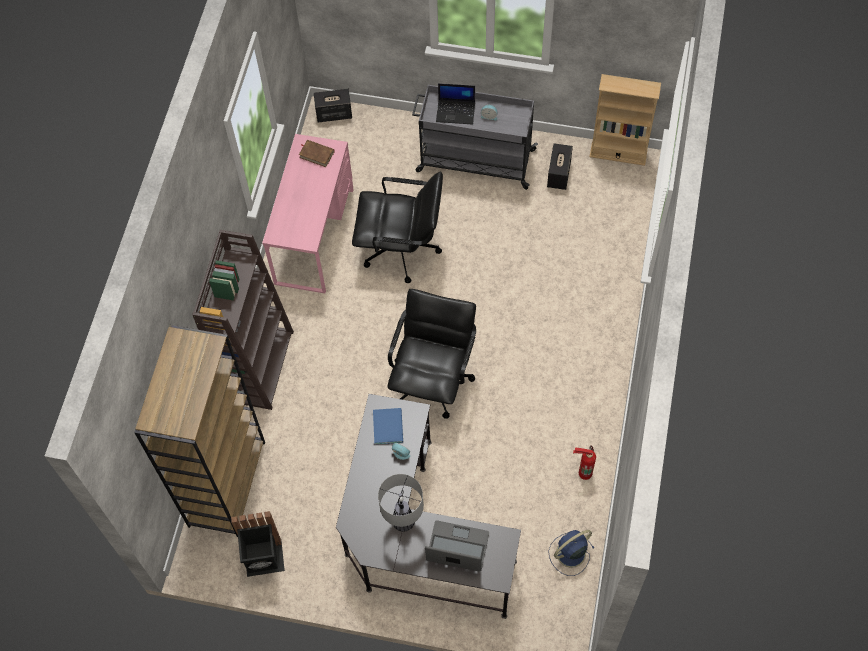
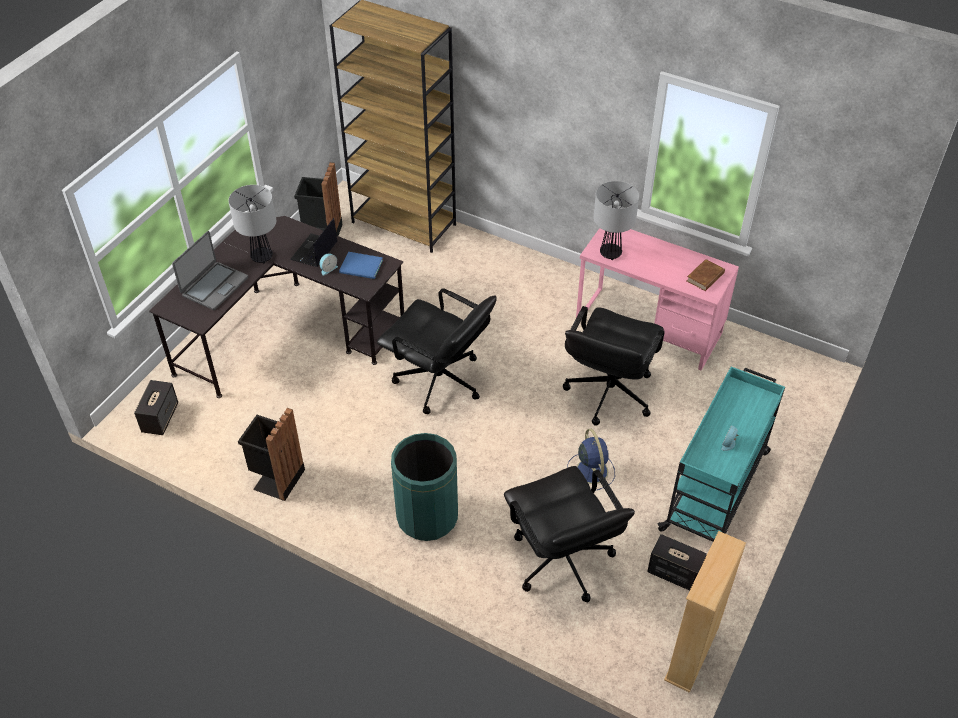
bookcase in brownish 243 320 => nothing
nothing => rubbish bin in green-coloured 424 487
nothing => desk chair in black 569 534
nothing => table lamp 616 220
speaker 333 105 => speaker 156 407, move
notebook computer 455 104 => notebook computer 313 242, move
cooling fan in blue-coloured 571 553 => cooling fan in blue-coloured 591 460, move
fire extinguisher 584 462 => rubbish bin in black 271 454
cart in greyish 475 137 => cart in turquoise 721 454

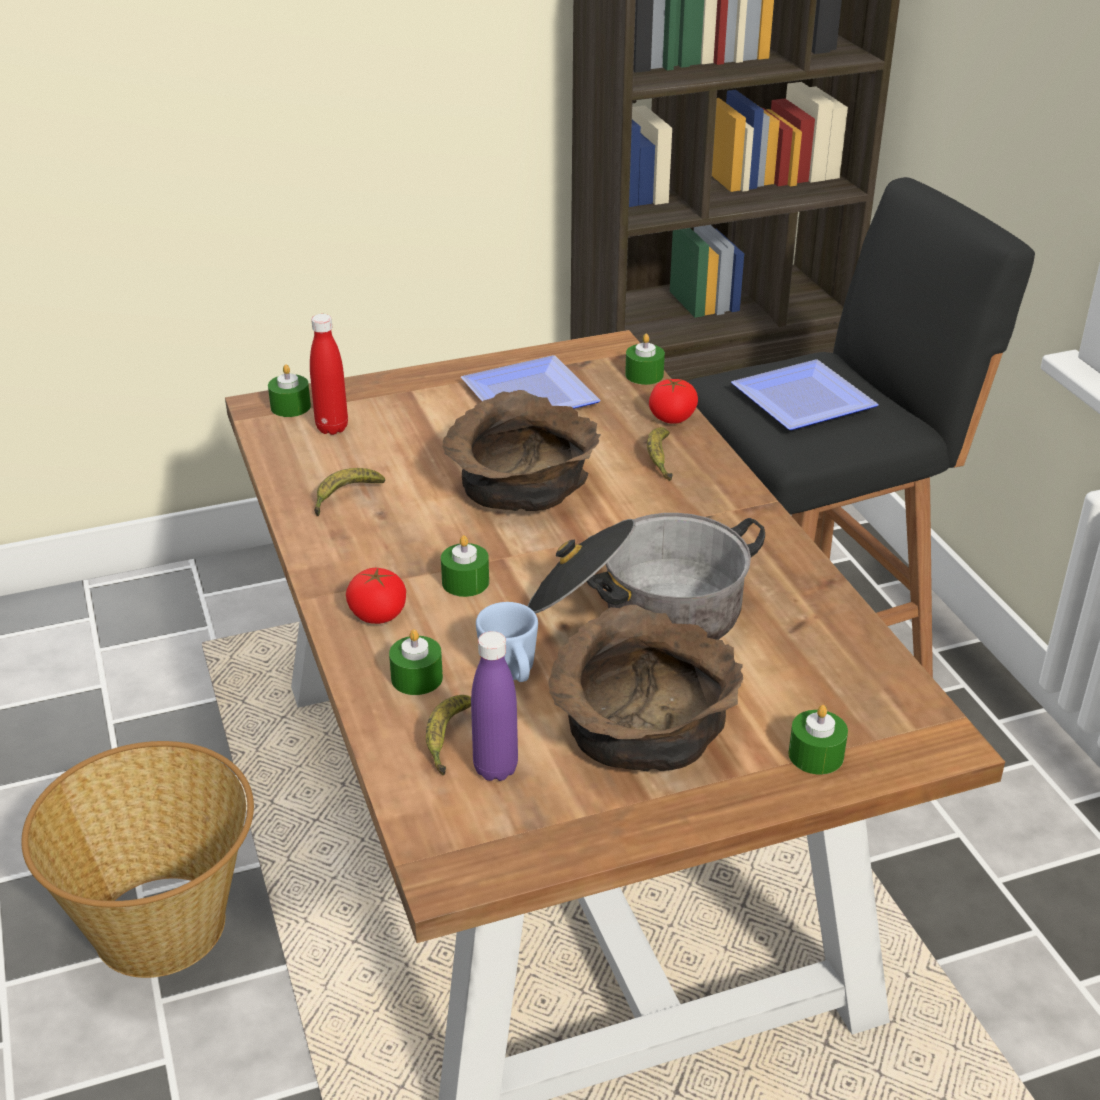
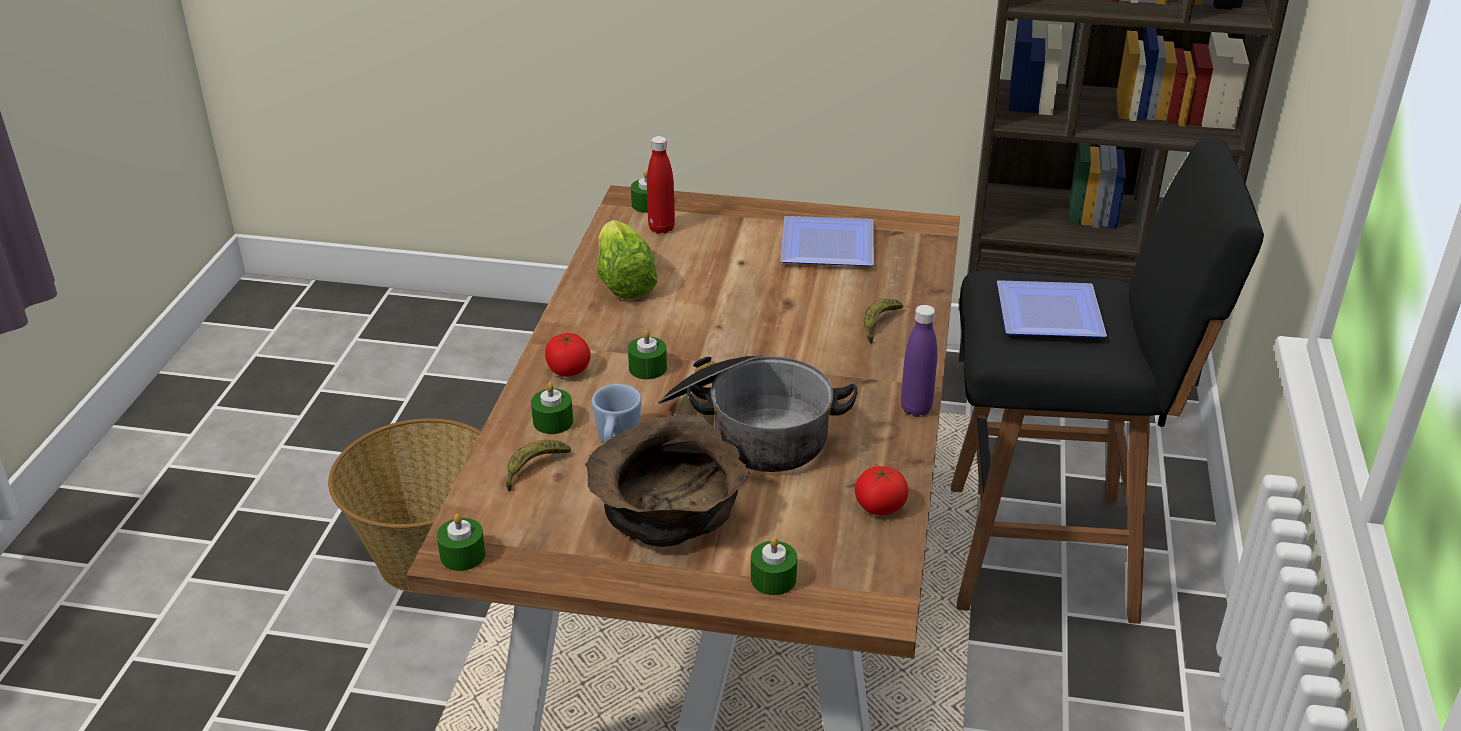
serving bowl in brownish 521 450 => nothing
beverage bottle in purplish 494 706 => beverage bottle in purplish 919 361, move
wax light in green-coloured 645 359 => wax light in green-coloured 461 542, move
whole tomato 673 401 => whole tomato 881 490, move
whole banana 349 492 => lettuce 627 259

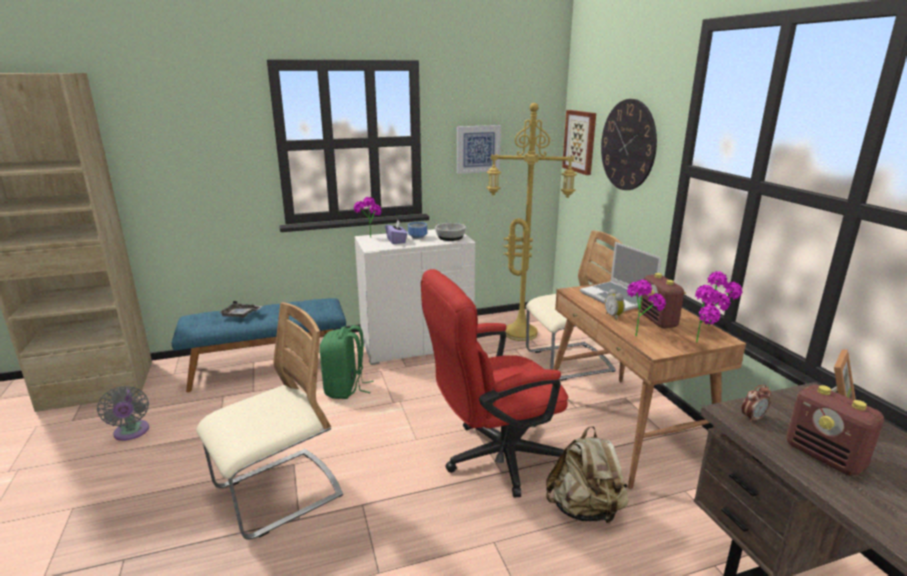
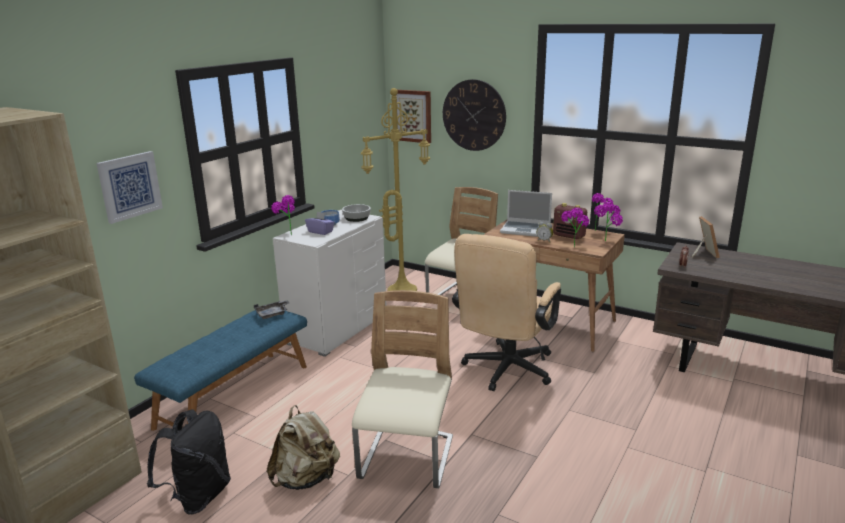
rucksack in green-coloured 347 362 => nothing
radio set 835 430 => nothing
carrying tray in greyish 241 309 => carrying tray in greyish 271 309, move
wall picture 479 149 => wall picture 129 187, move
rucksack in sand-coloured 587 475 => rucksack in sand-coloured 303 447, move
cooling fan in greyish 123 413 => rucksack in black 189 462
desk chair in reddish 494 383 => desk chair in sand-coloured 506 312

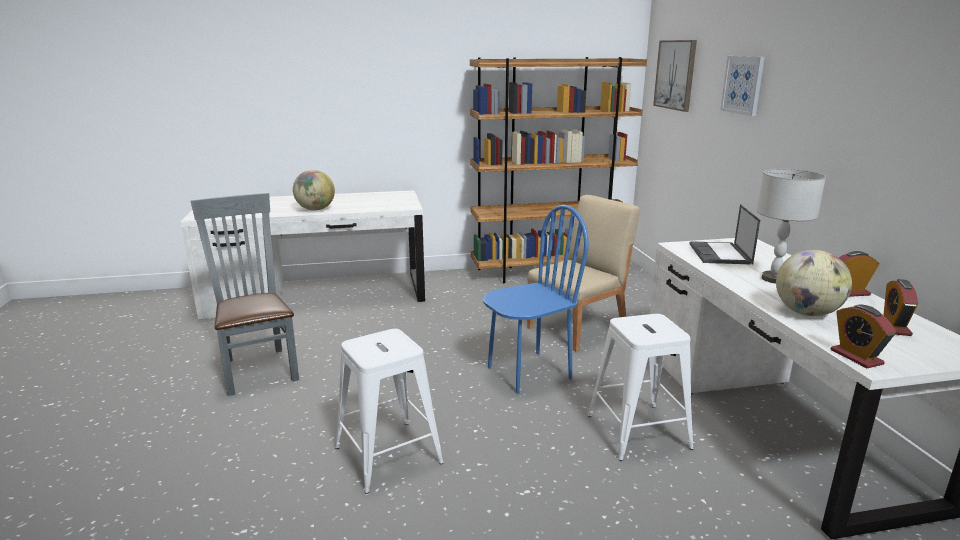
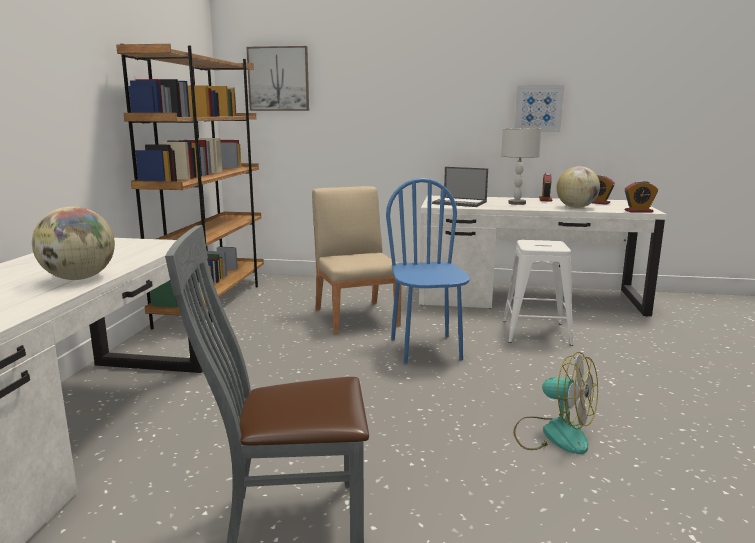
wall picture 742 86 => wall picture 539 108, move
stool seat in white-coloured 389 411 => cooling fan 555 403

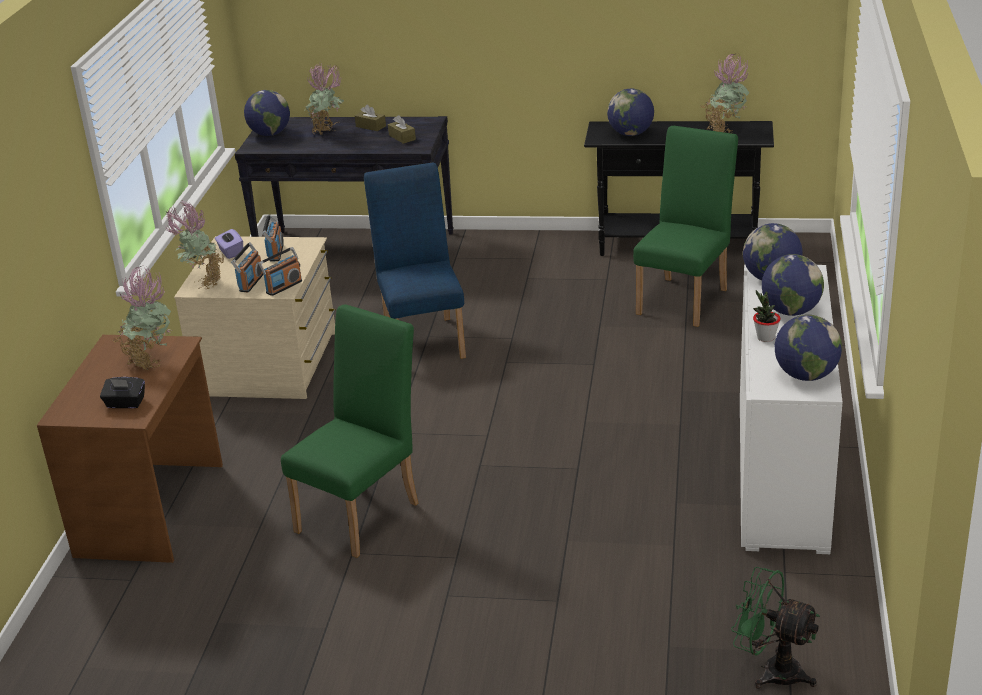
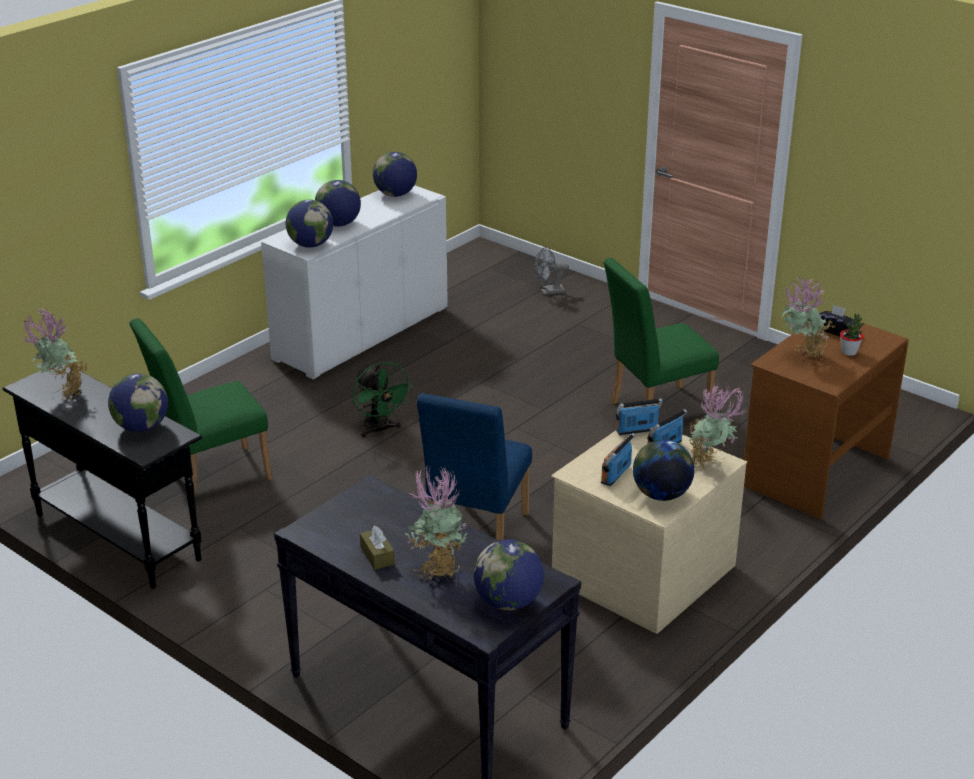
box of tissues in brownish 402 129 => nothing
nothing => cooling fan in greyish 552 271
cooling fan in green-coloured 775 628 => cooling fan in green-coloured 382 400, move
potted plant 767 316 => potted plant 852 334, move
box of tissues in purplish 229 244 => globe 663 470

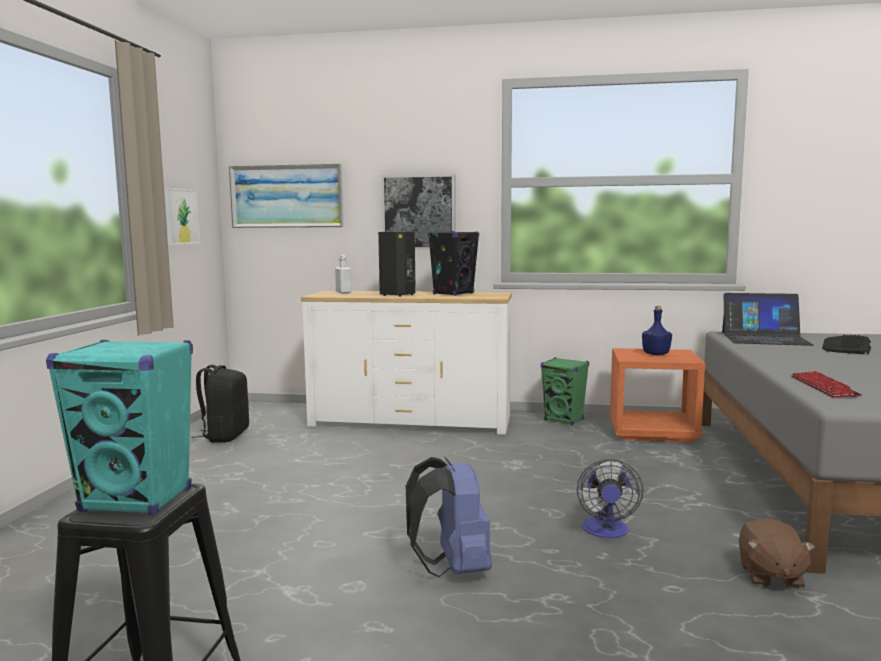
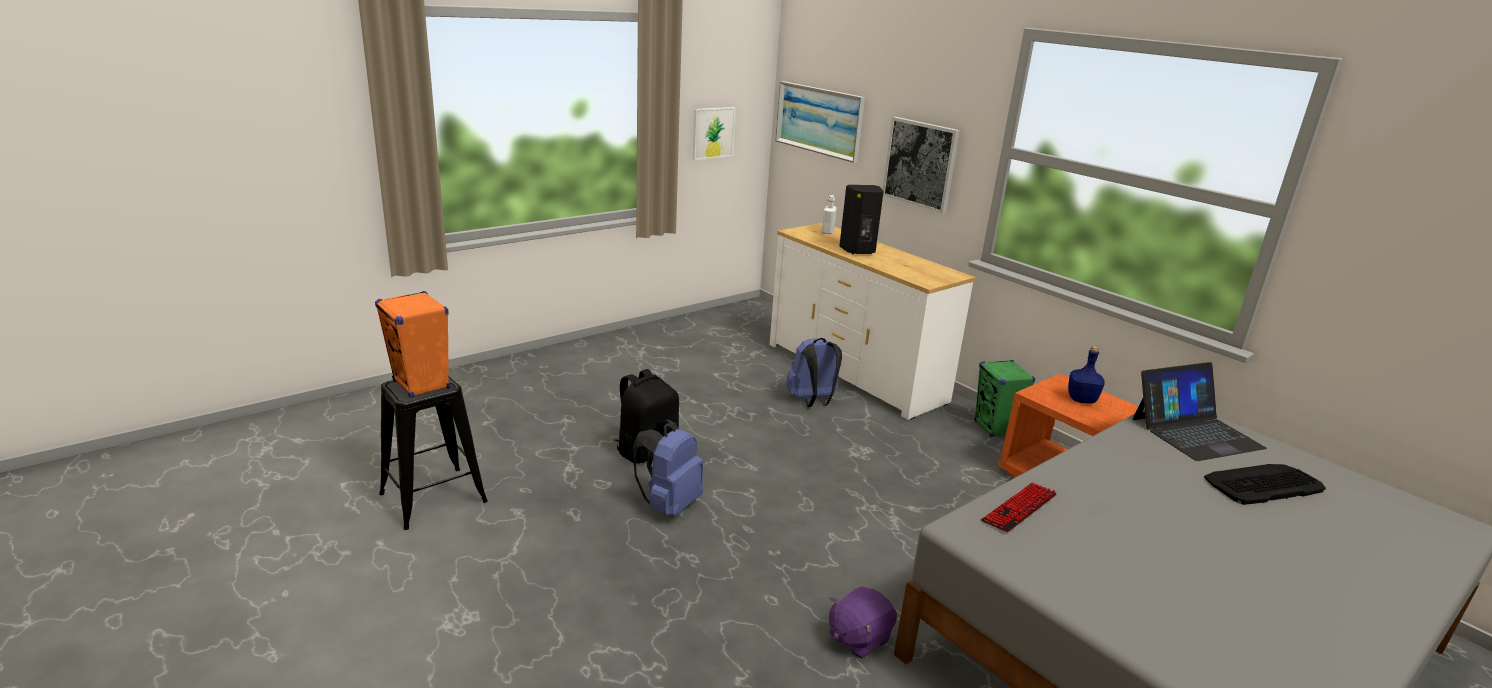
speaker in black 453 263 => nothing
cooling fan 610 498 => nothing
nothing => rucksack in blue-coloured 814 372
rucksack in black 220 404 => rucksack in black 647 416, move
speaker in turquoise 119 428 => speaker in orange 412 344
soft toy in brownish 777 553 => soft toy in purplish 863 622
notebook computer 768 319 => notebook computer 1200 411, 75 degrees counterclockwise

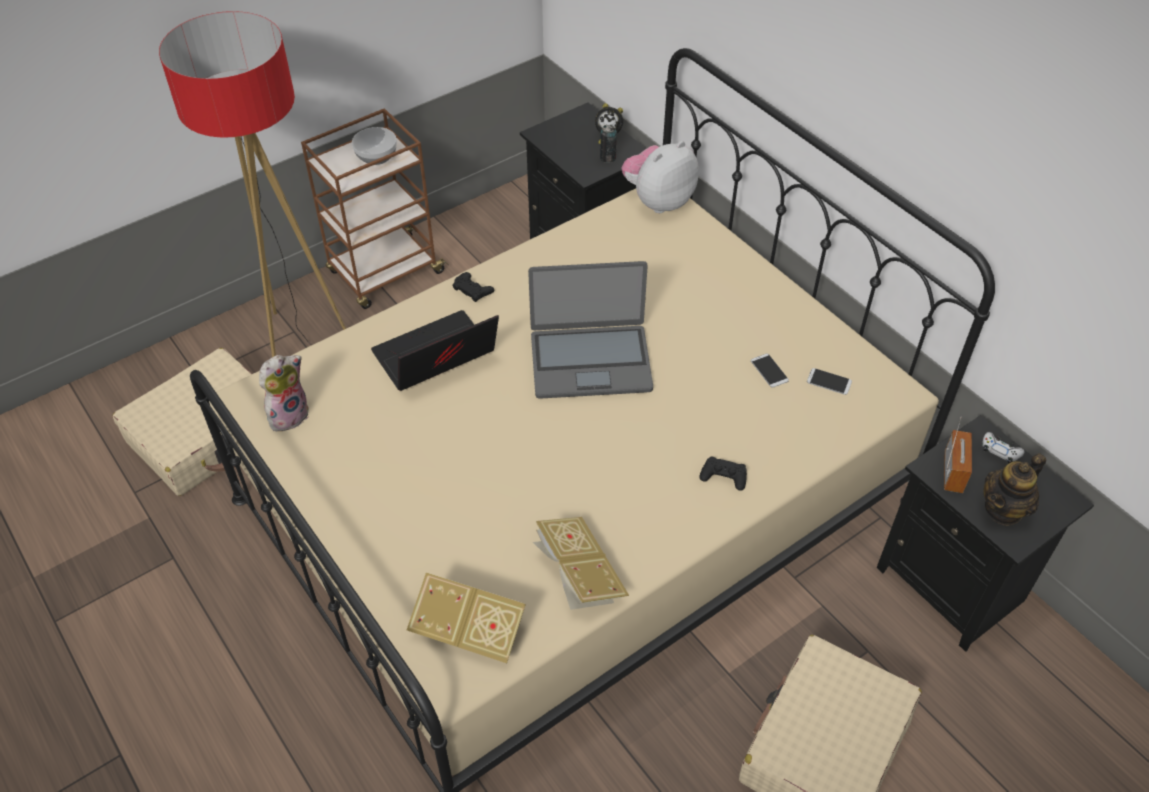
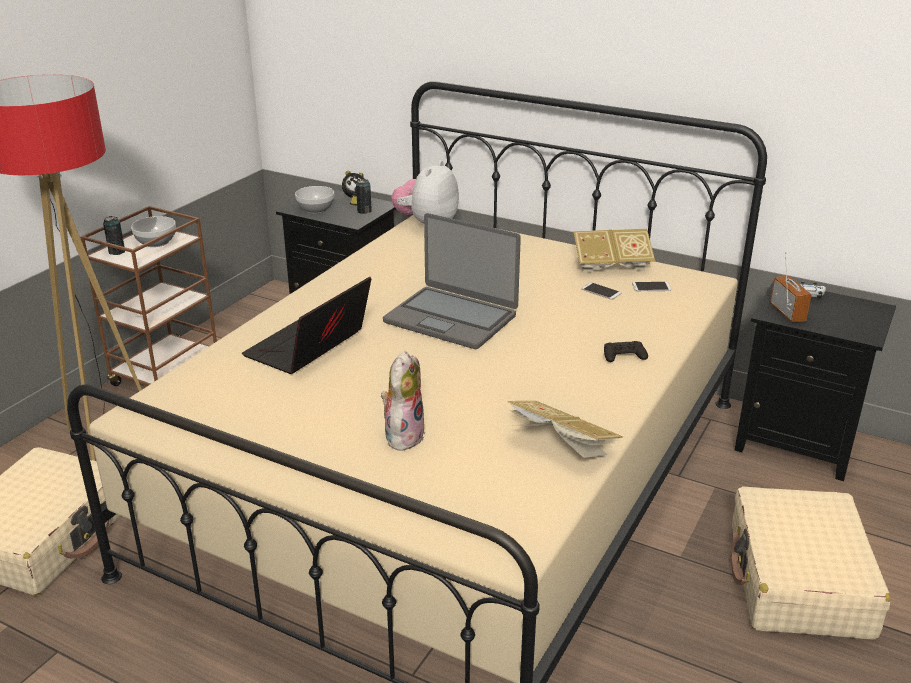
game controller in black 473 287 => nothing
tea pot 1014 489 => nothing
nothing => sealed can 114 235
nothing => serving bowl 314 200
soft toy 284 393 => soft toy 403 401, move
volume 466 617 => volume 614 251, move
notebook computer 590 330 => notebook computer 452 281, 60 degrees clockwise

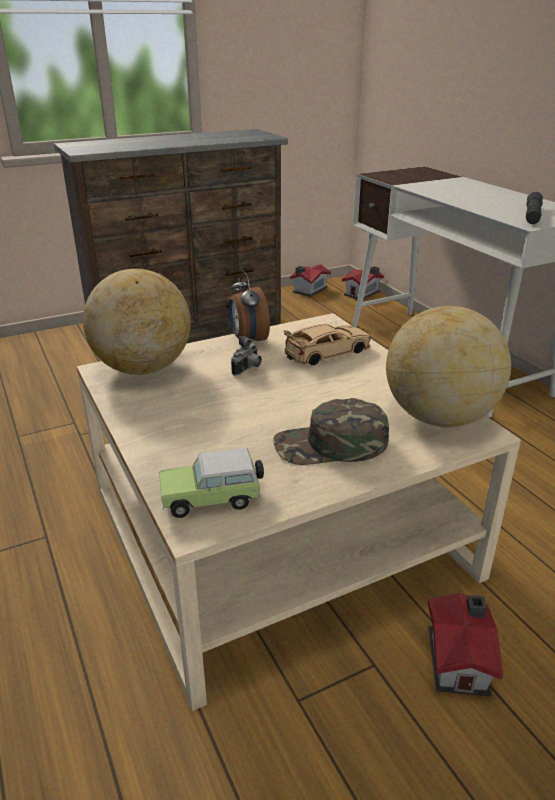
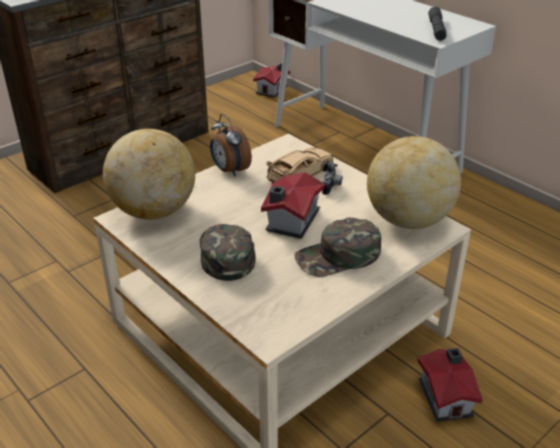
model car 211 483 => nothing
nothing => cap in green-coloured 228 252
still camera 246 356 => still camera 332 178, move
miniature house 310 280 => miniature house 293 205, move

